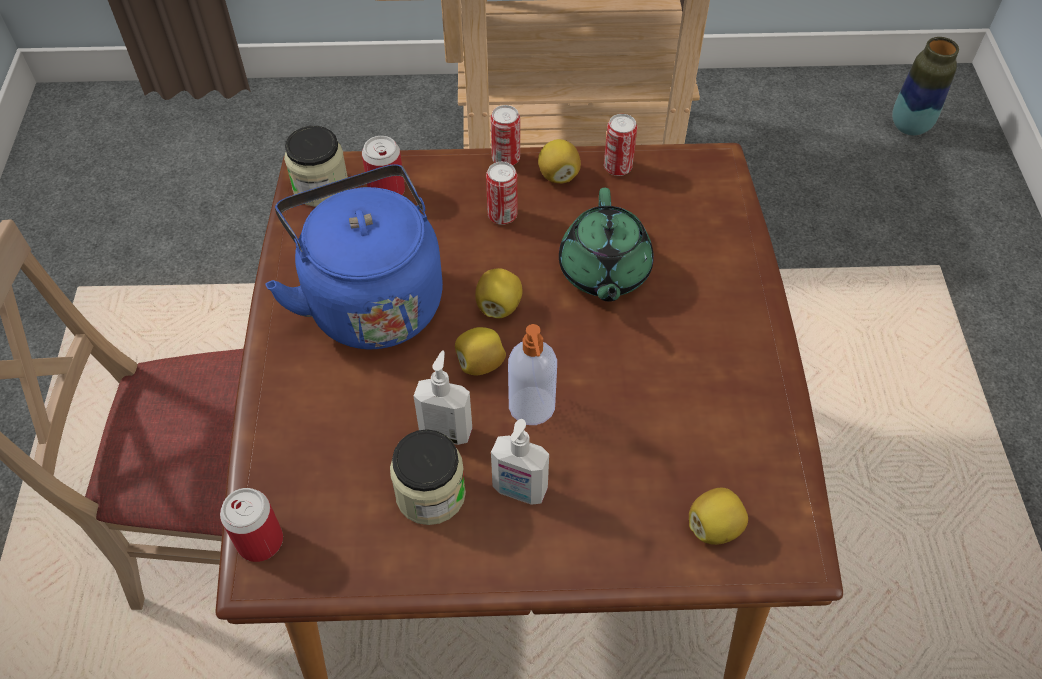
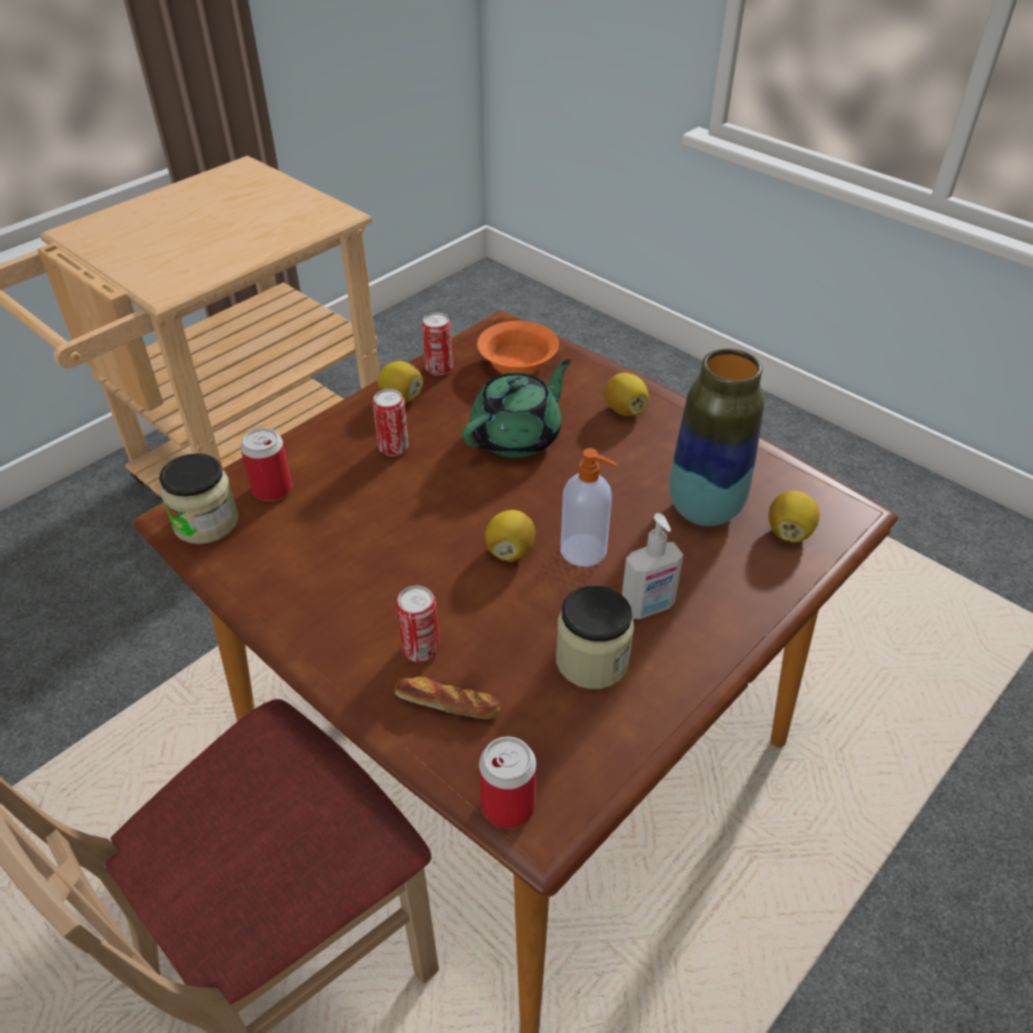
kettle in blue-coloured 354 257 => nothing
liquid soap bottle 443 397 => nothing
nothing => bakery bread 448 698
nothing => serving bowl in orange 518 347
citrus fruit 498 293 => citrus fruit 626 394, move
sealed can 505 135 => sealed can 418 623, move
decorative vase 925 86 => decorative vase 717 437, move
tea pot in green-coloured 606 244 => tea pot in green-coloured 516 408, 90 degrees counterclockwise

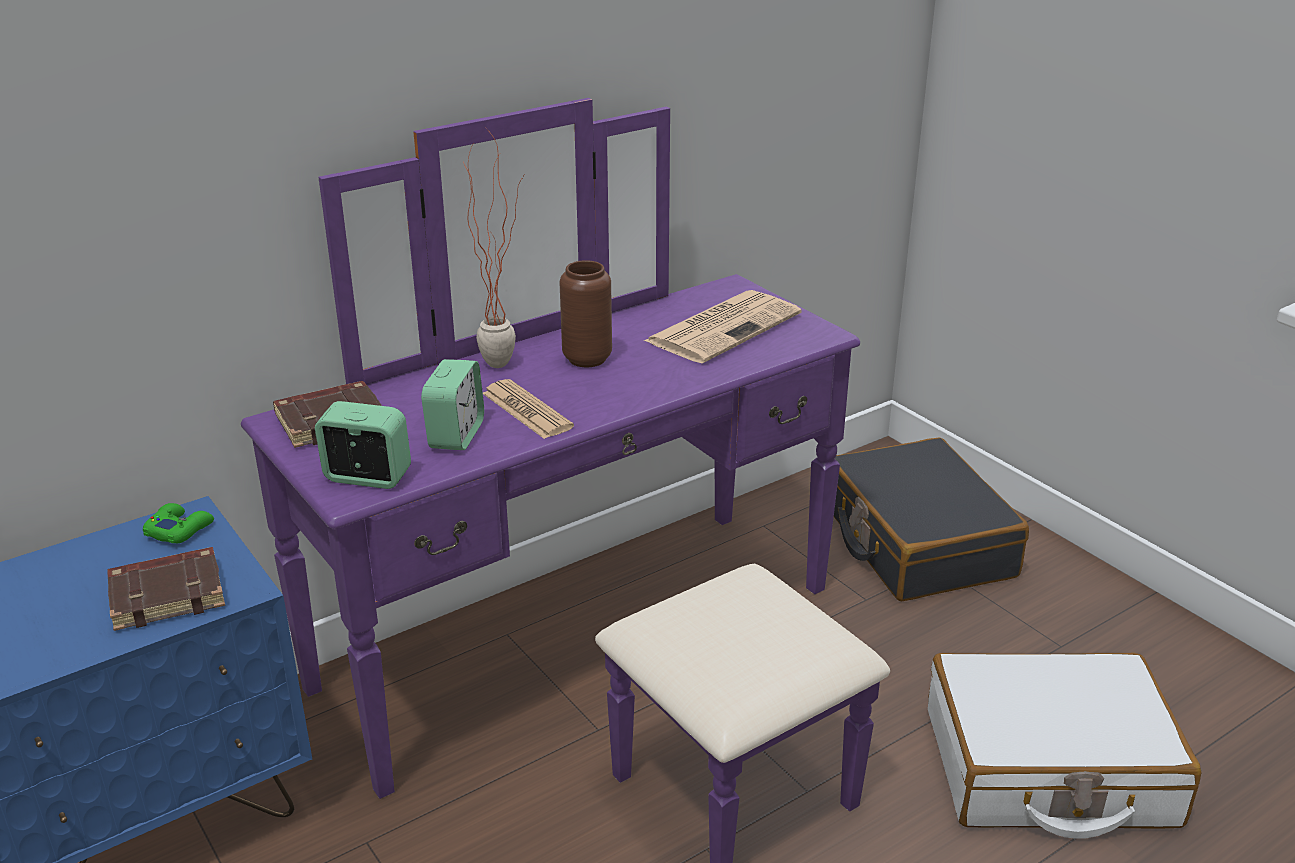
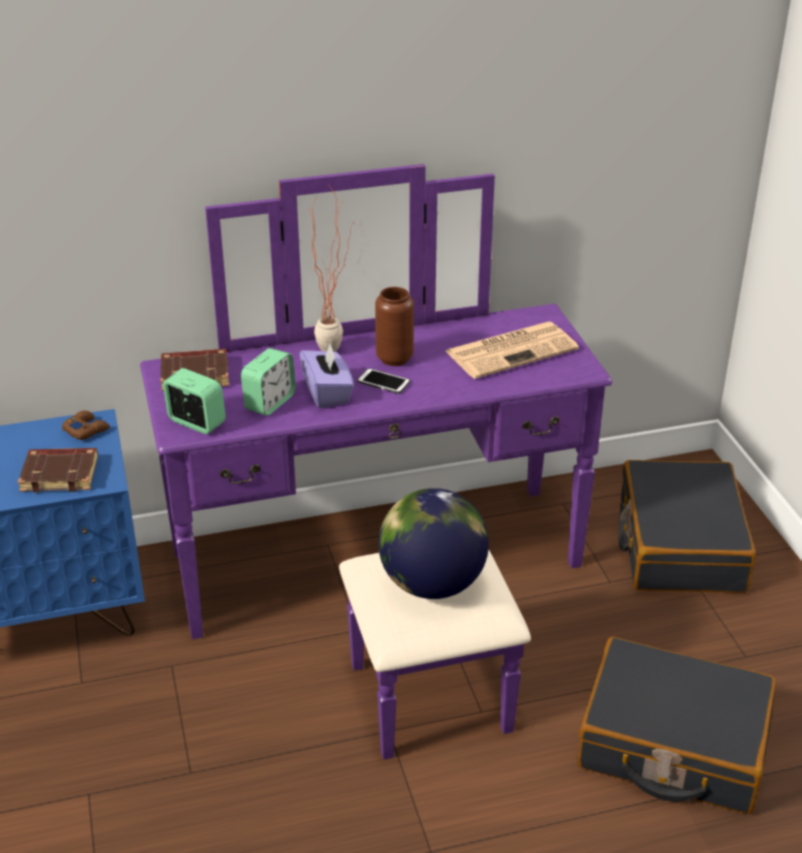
nothing => handset 383 381
nothing => globe 433 543
printed paper 528 409 => box of tissues in purplish 327 376
game controller in green-coloured 178 523 => game controller in brownish 86 425
suitcase in white-coloured 1065 746 => suitcase in black 677 725

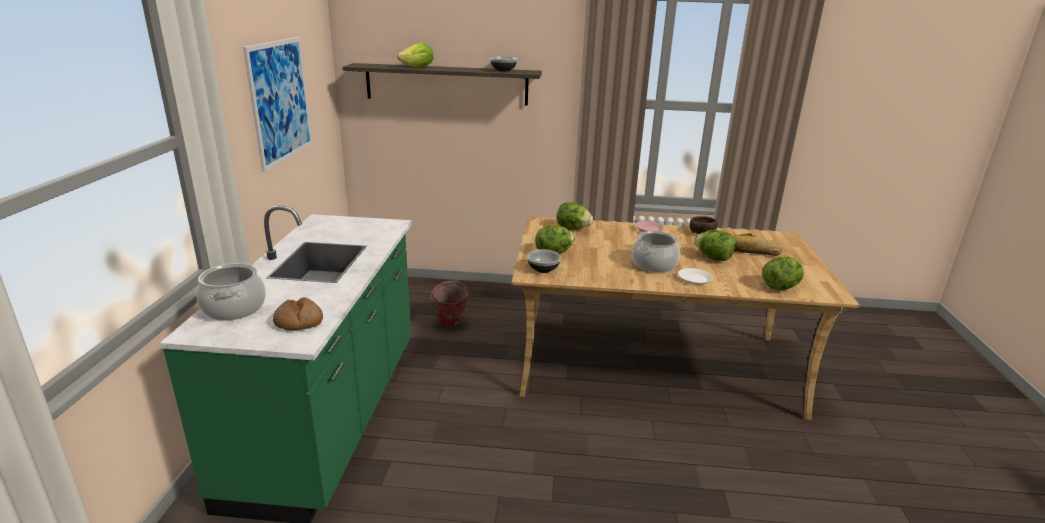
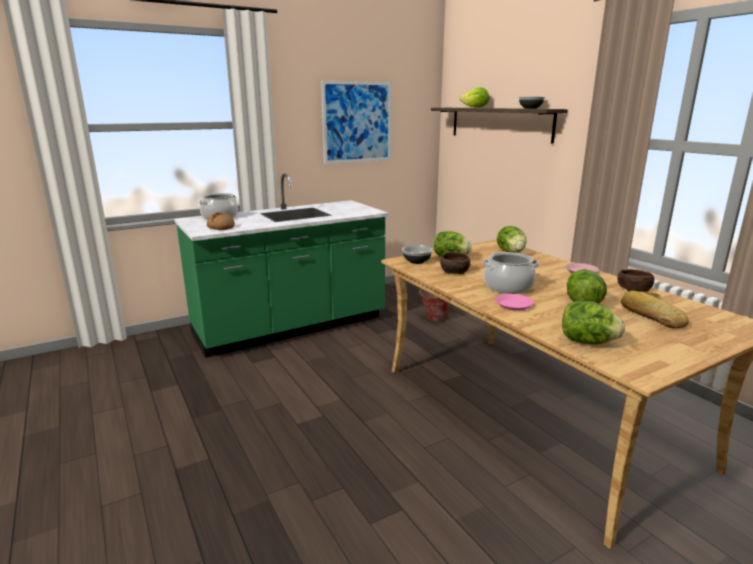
nothing => serving bowl in brownish 455 263
dinner plate in white-coloured 695 276 => dinner plate in pink-coloured 514 302

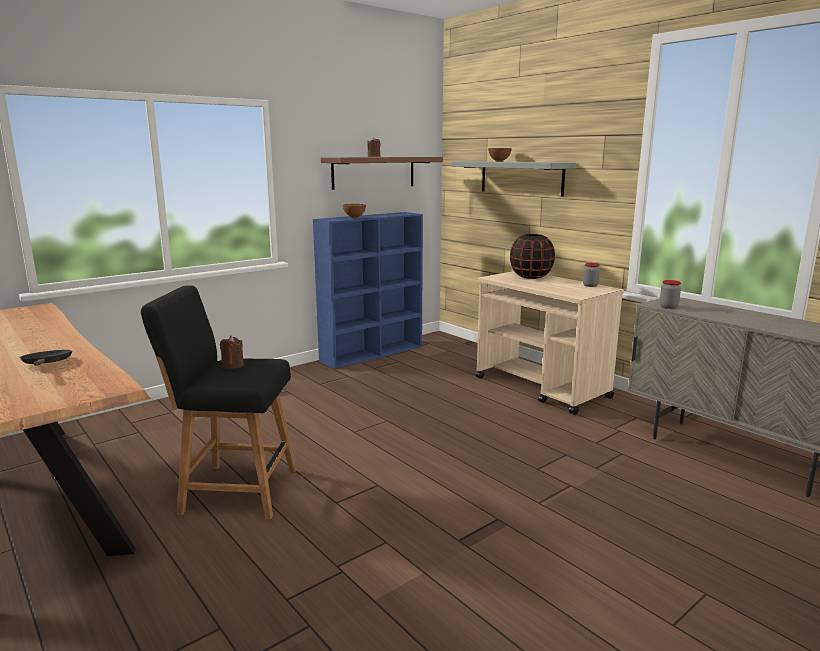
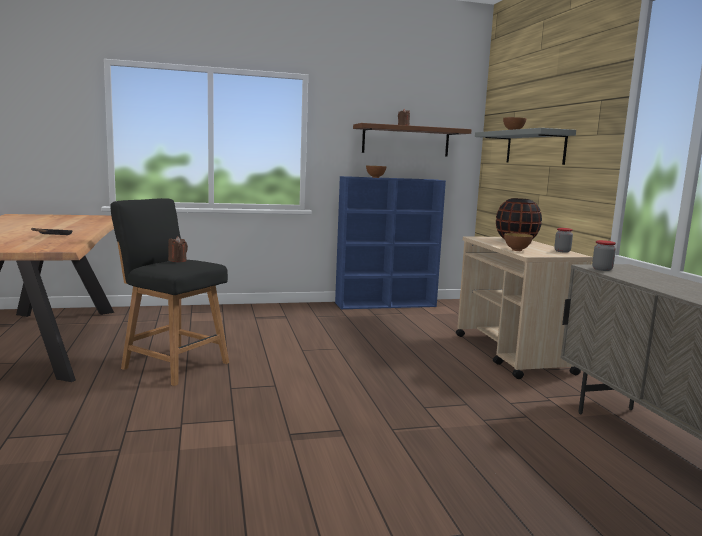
nothing => serving bowl 518 242

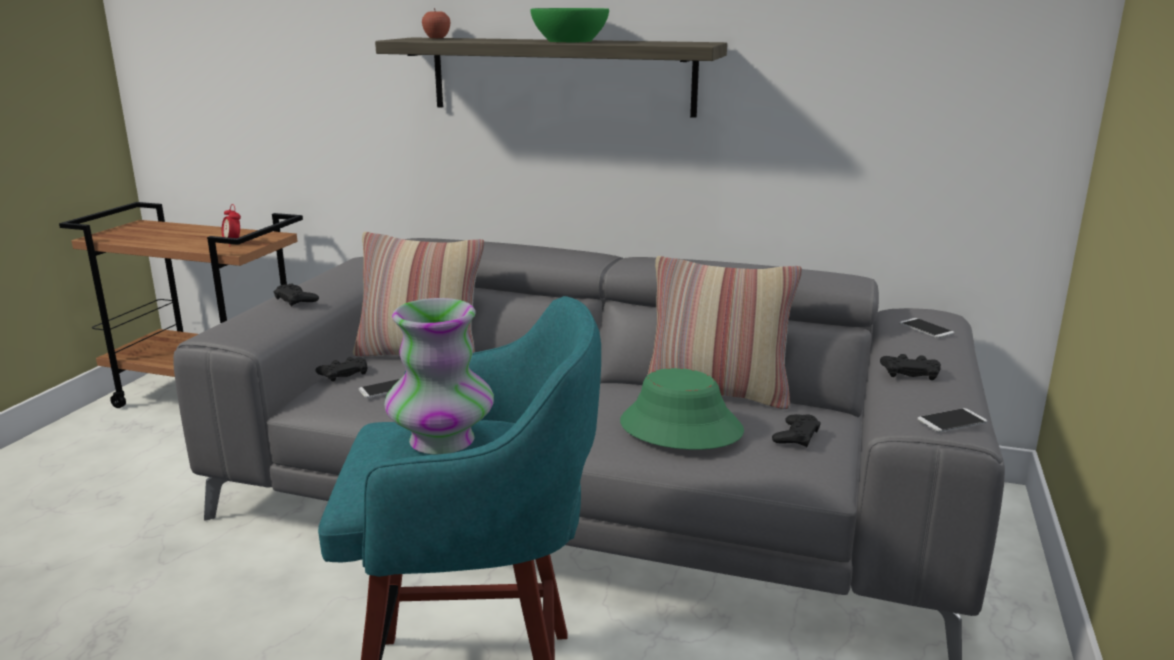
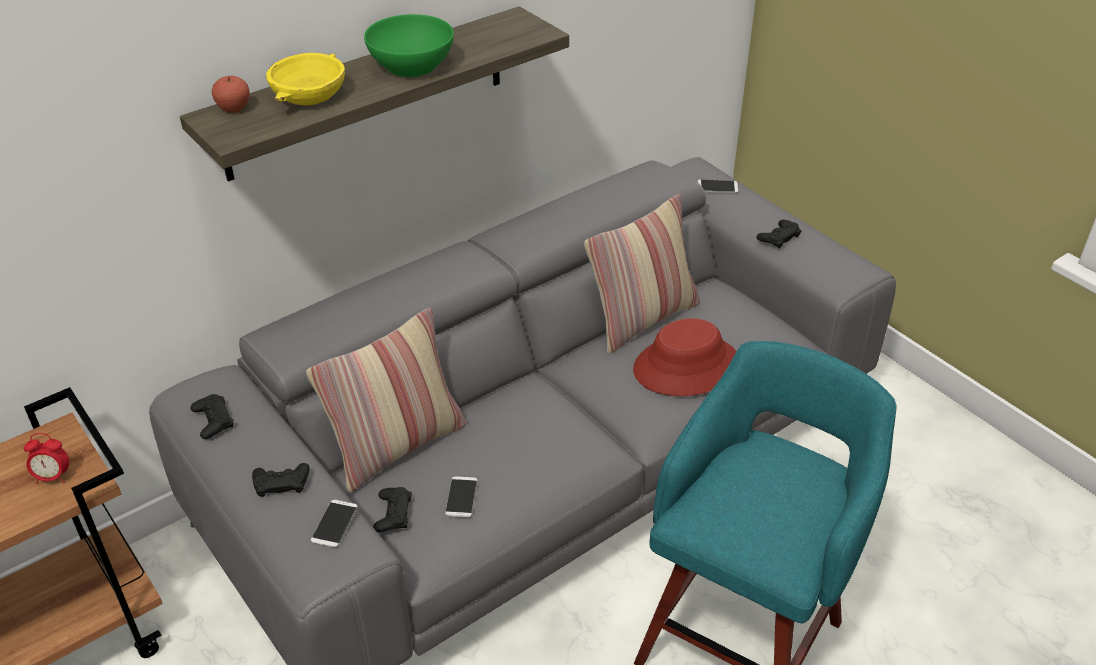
decorative vase 439 376 => nothing
nothing => serving bowl in yellow-coloured 305 79
game controller in black 796 431 => game controller in black 212 416, move
handset 952 420 => handset 334 524, move
hat in green-coloured 682 409 => hat in reddish 684 357

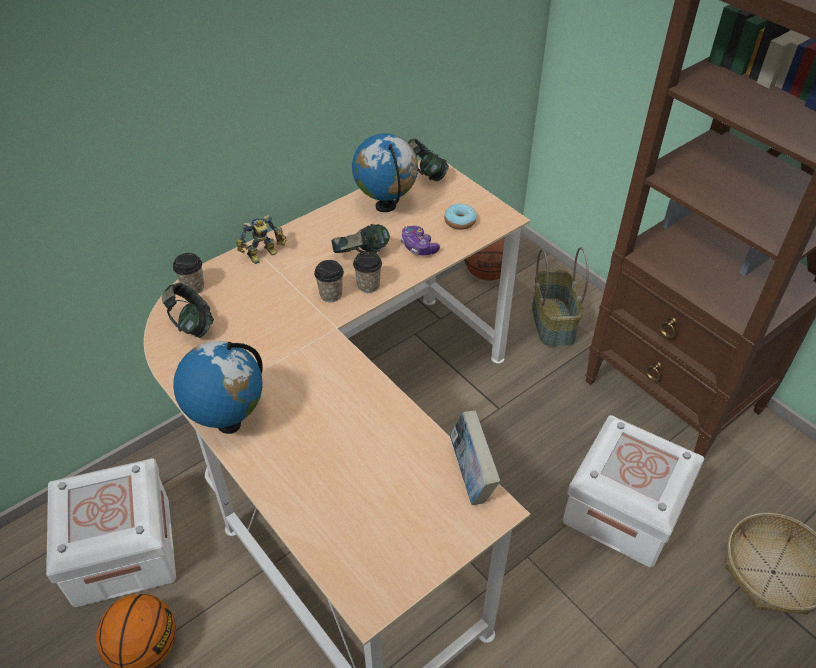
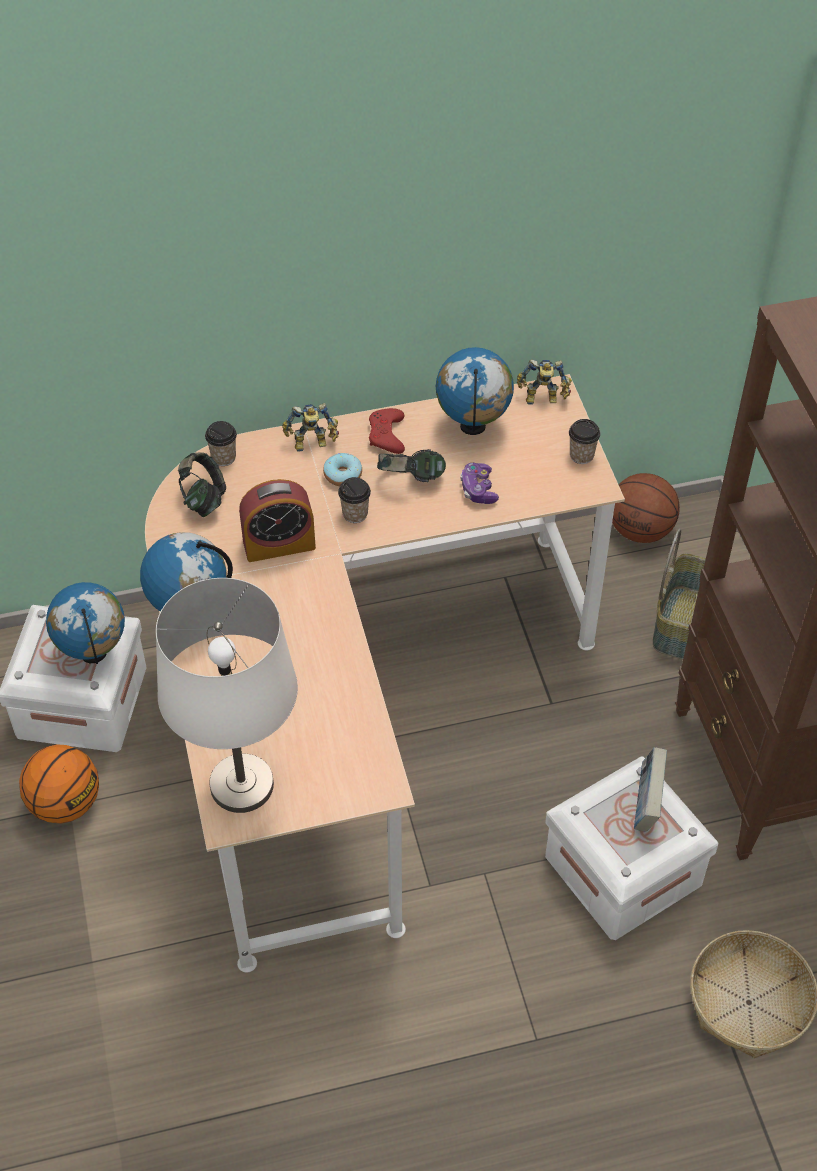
nothing => globe 85 623
nothing => table lamp in white-coloured 227 695
nothing => table clock 277 520
nothing => game controller in reddish 387 431
cup 367 272 => cup 584 441, move
doughnut 460 217 => doughnut 342 469, move
volume 475 457 => volume 650 790, move
headset 428 160 => toy robot 544 382

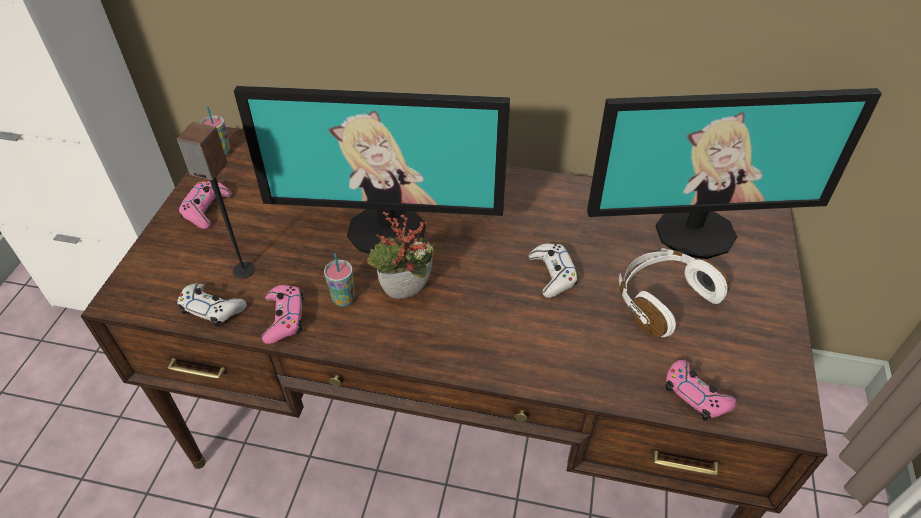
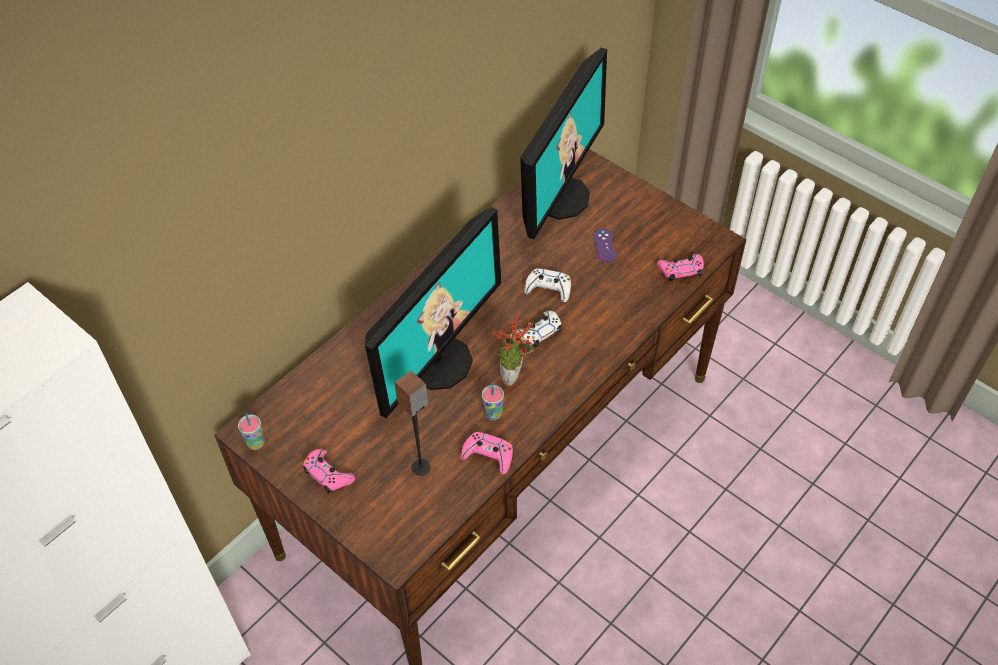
game controller in white-coloured 212 305 => game controller in white-coloured 539 329, move
headset in white-coloured 674 293 => game controller in purplish 605 245

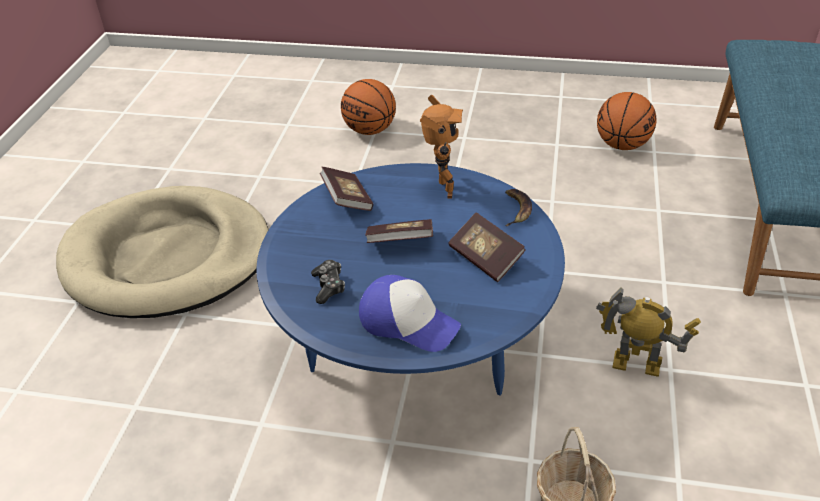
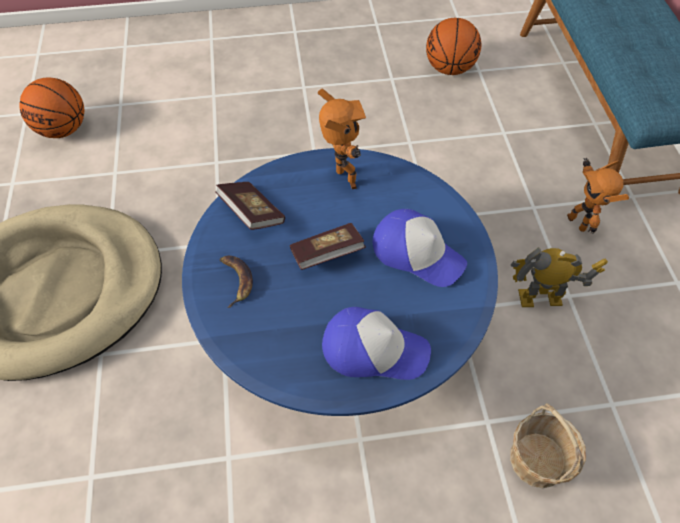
game controller 328 282 => nothing
nothing => toy robot 598 196
basketball 368 107 => basketball 51 107, move
whole banana 518 207 => whole banana 236 282, move
volume 486 247 => cap 420 248

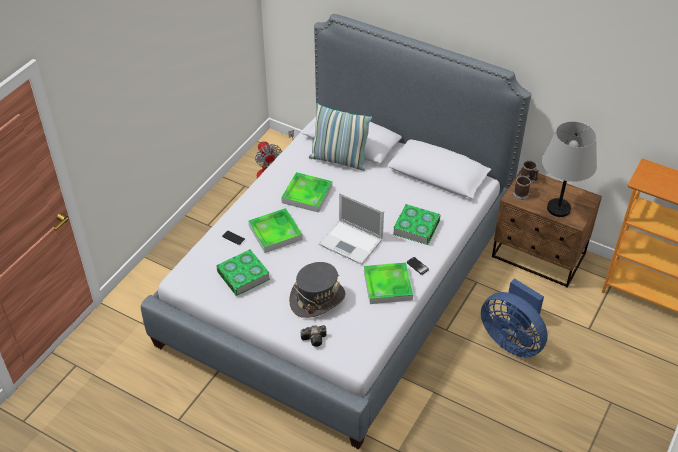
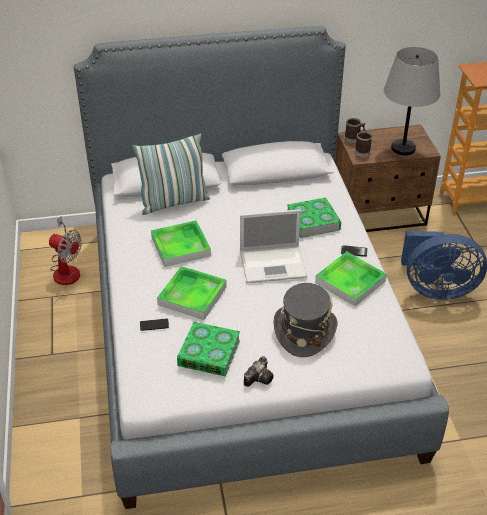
still camera 314 336 => still camera 259 371, move

